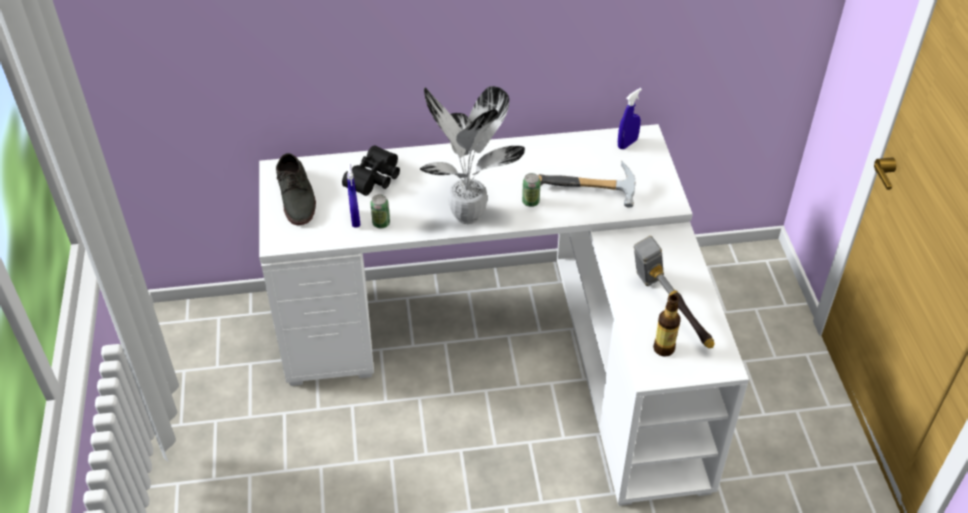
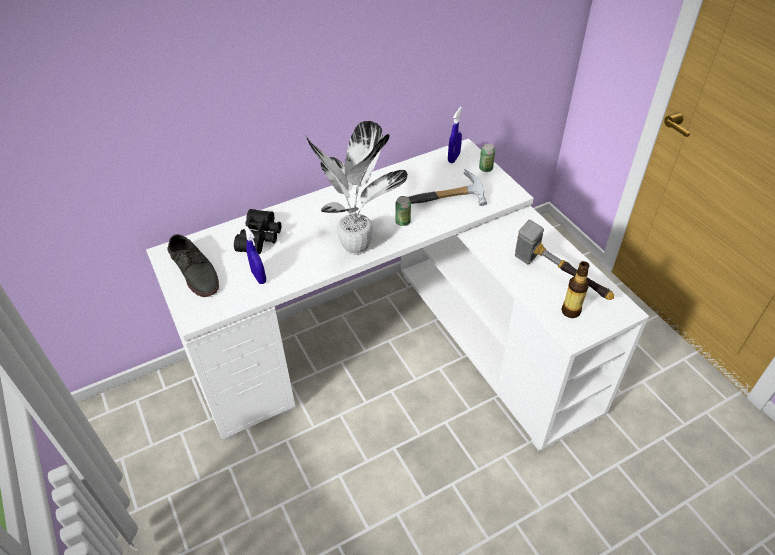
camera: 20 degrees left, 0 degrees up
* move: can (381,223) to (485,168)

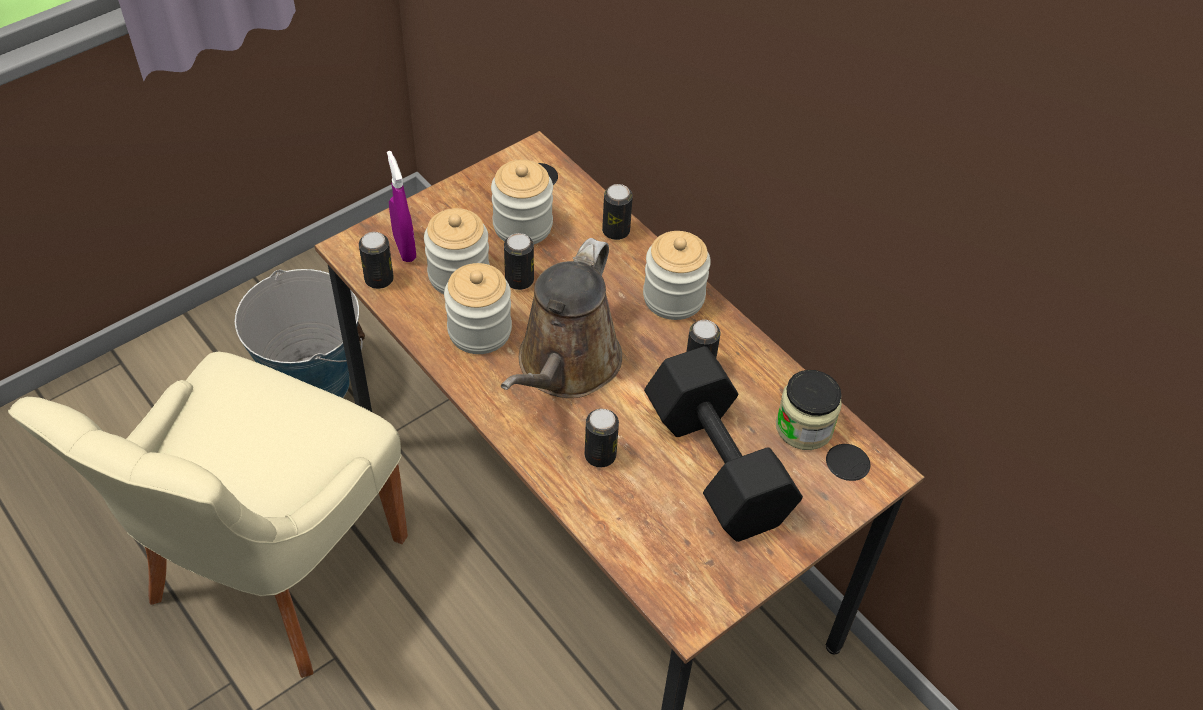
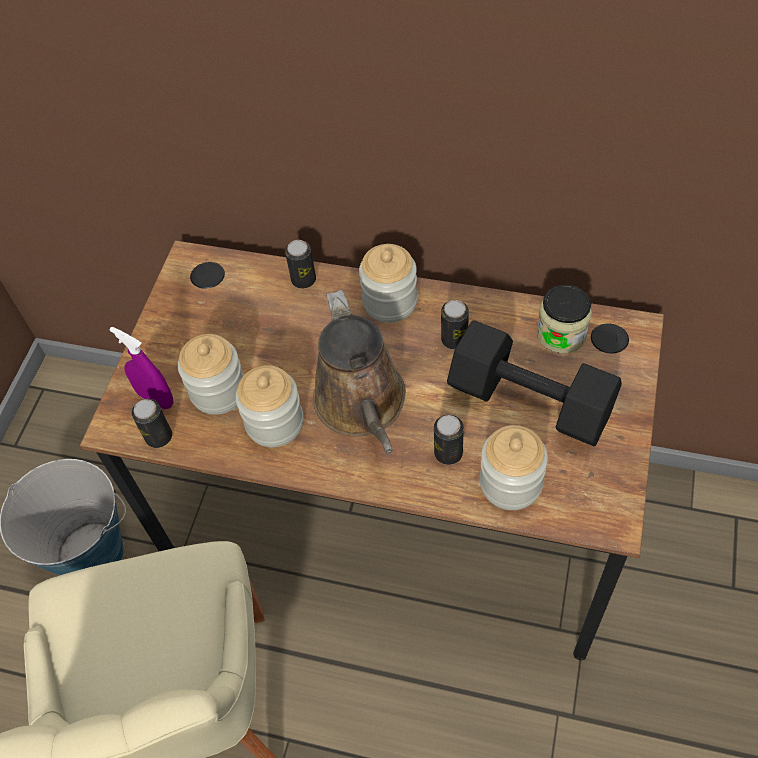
camera: 30 degrees left, 5 degrees up
* move: jar (522,225) to (510,483)
* delete: can (519,280)

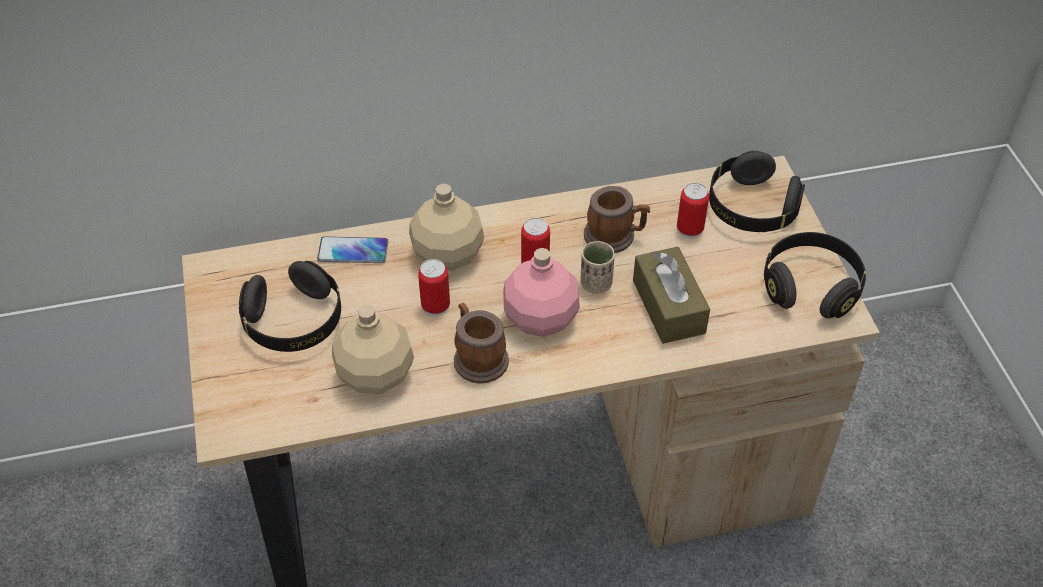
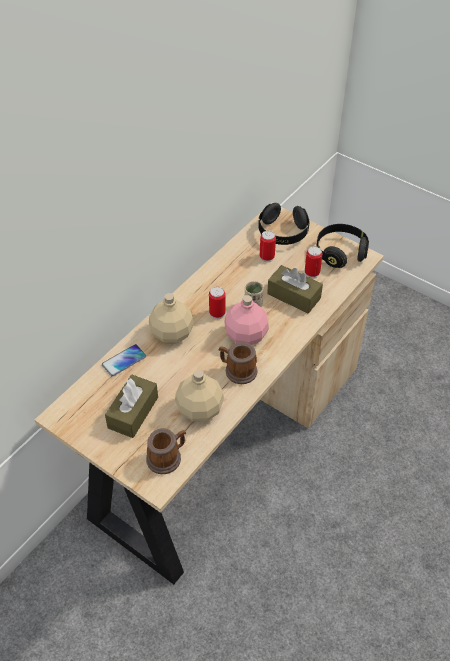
camera: 40 degrees left, 0 degrees up
* replace: black headphones (294,322) to brown tissue box (133,412)
* move: can (435,305) to (312,273)
* move: mug (615,236) to (167,457)

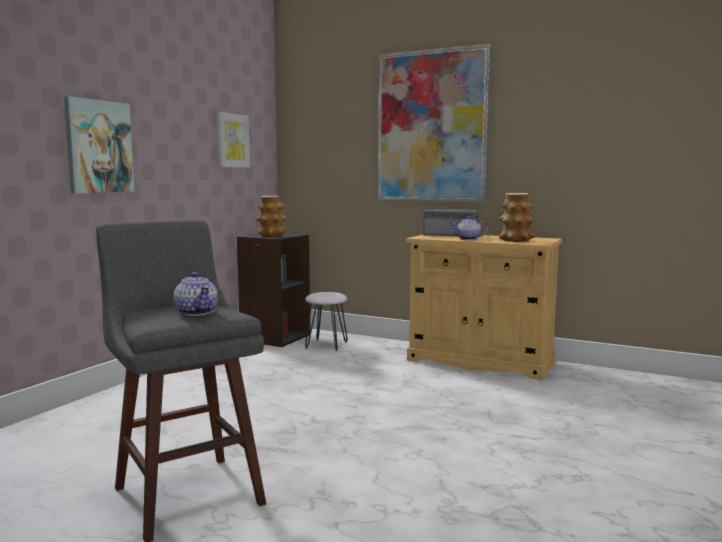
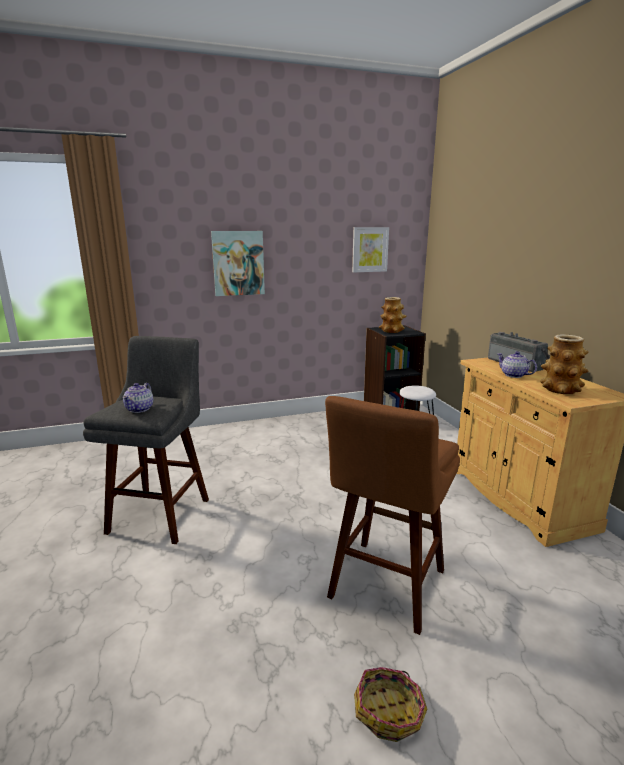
camera: 45 degrees right, 10 degrees up
* delete: picture (431,126)
* insert: brown stool (385,587)
* insert: basket (389,712)

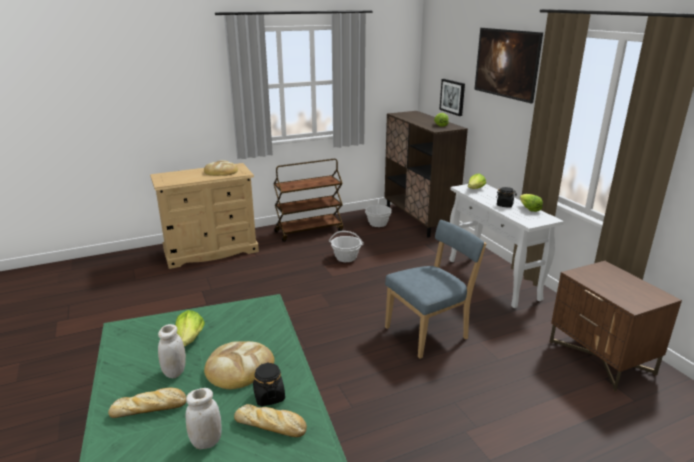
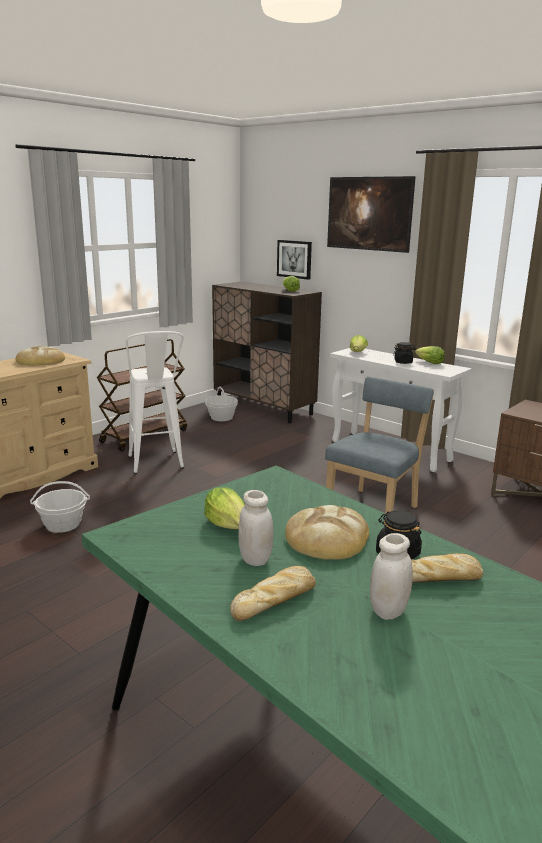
camera: 25 degrees left, 5 degrees down
* move: basket (346,257) to (63,524)
* insert: white stool (157,466)

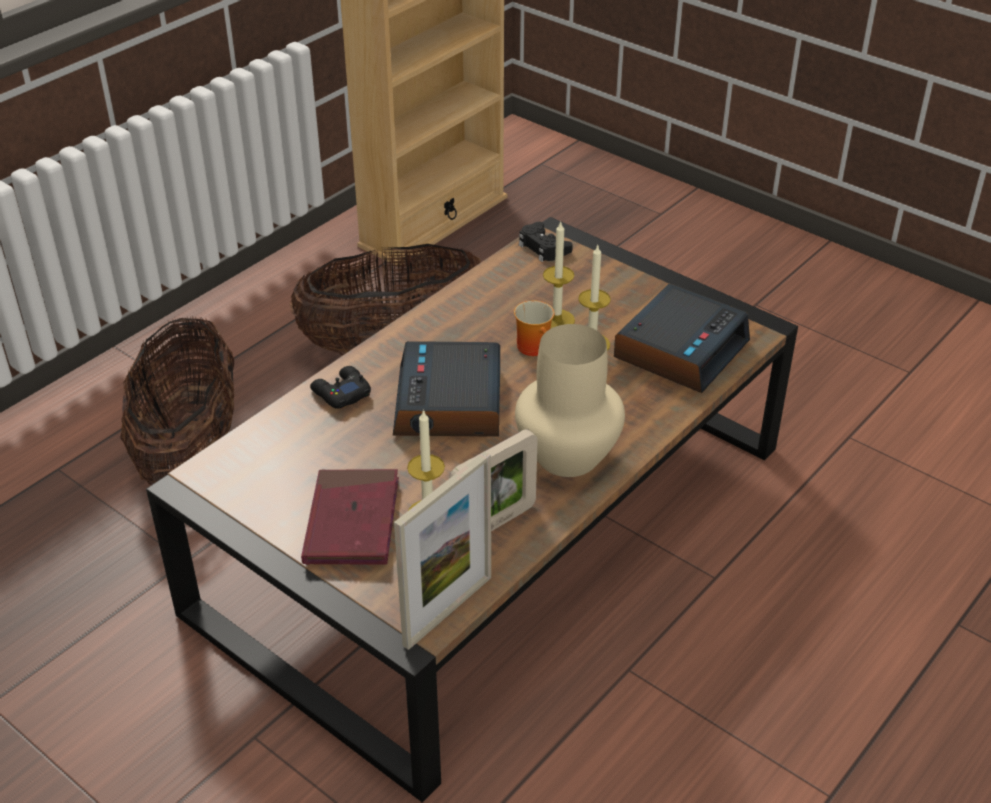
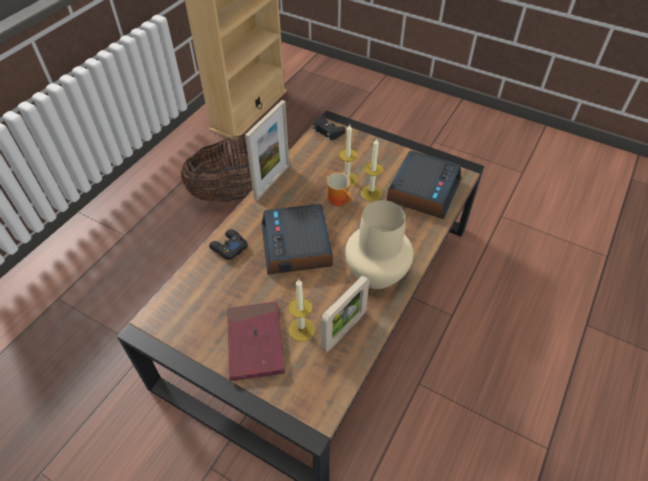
camera: 10 degrees left, 10 degrees up
* delete: basket (190,450)
* move: picture frame (448,611) to (272,182)

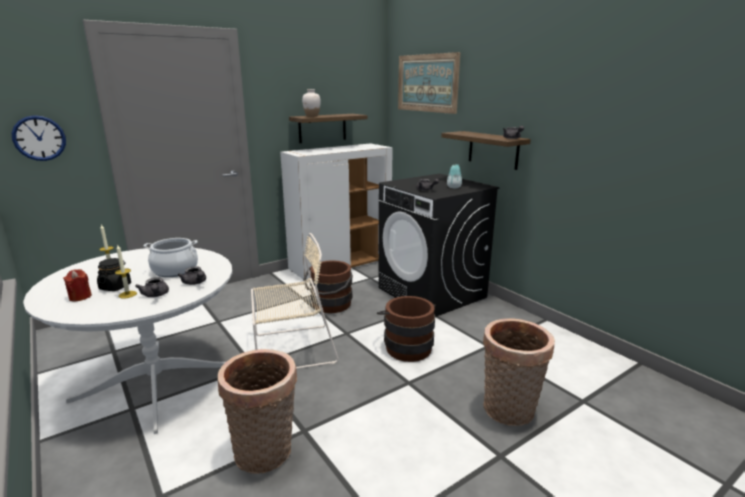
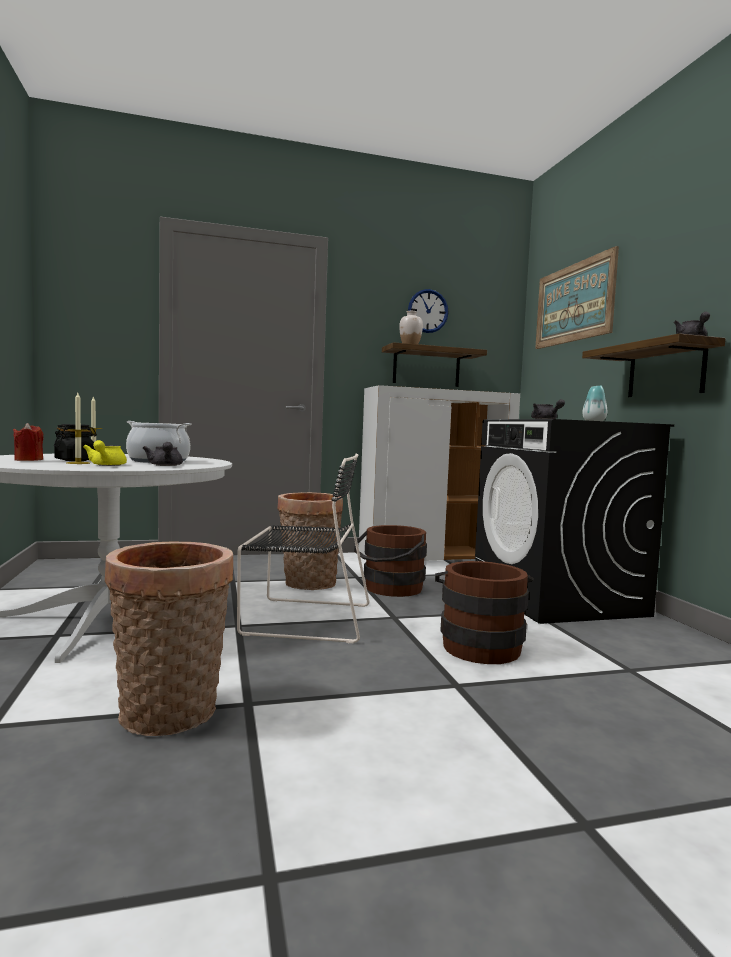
camera: 20 degrees right, 15 degrees down
* move: wall clock (39,138) to (428,311)
* recolor: grey teapot (155,295) to yellow teapot (106,465)
* recolor: beige chair (291,349) to black chair (303,619)
* move: basket (509,412) to (308,585)

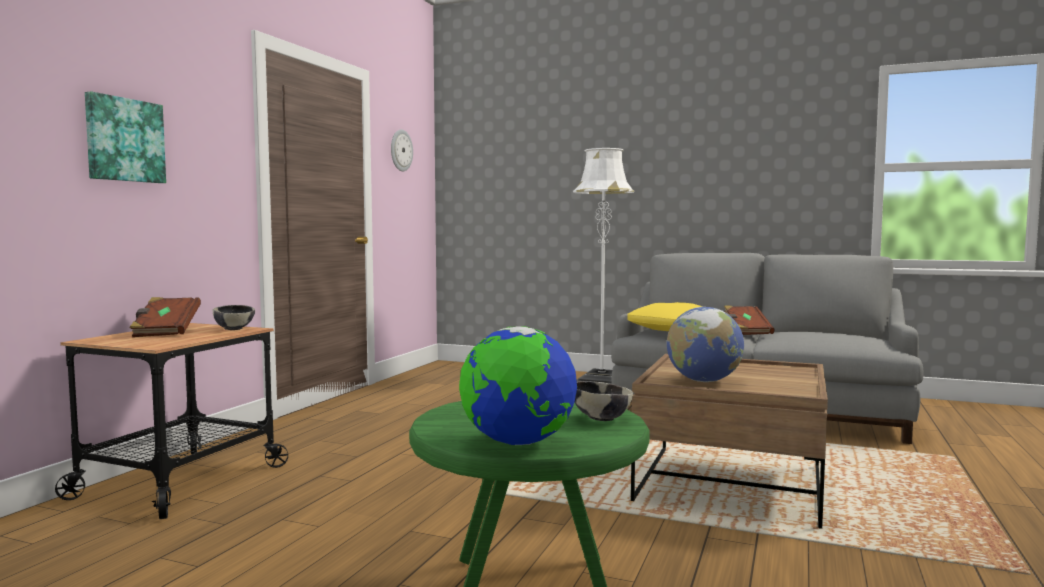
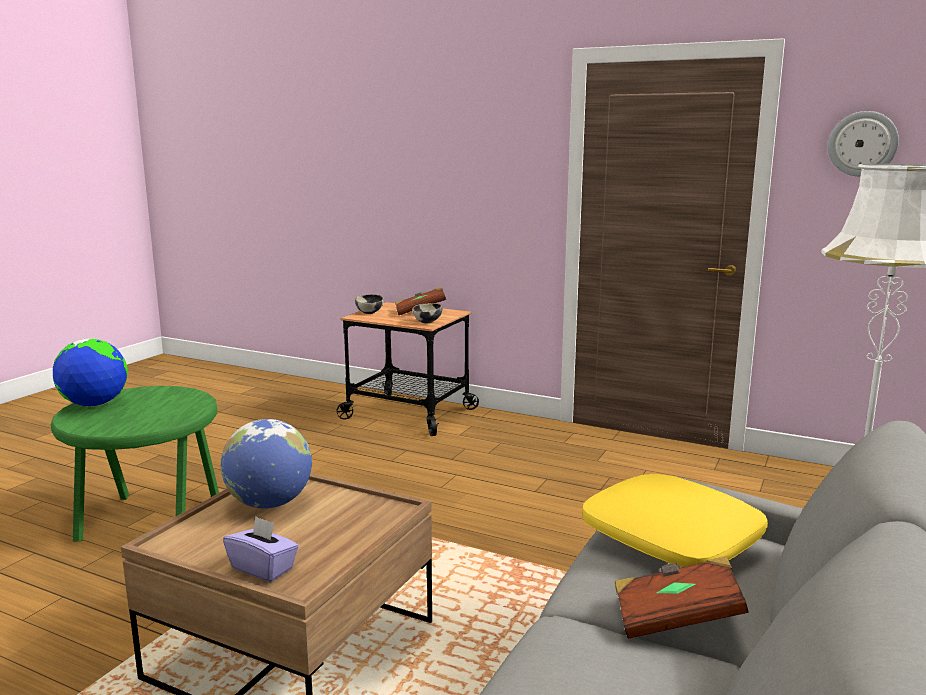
camera: 95 degrees right, 10 degrees up
* delete: picture (124,140)
* move: bowl (601,418) to (369,313)
* insert: purple tissue box (263,568)

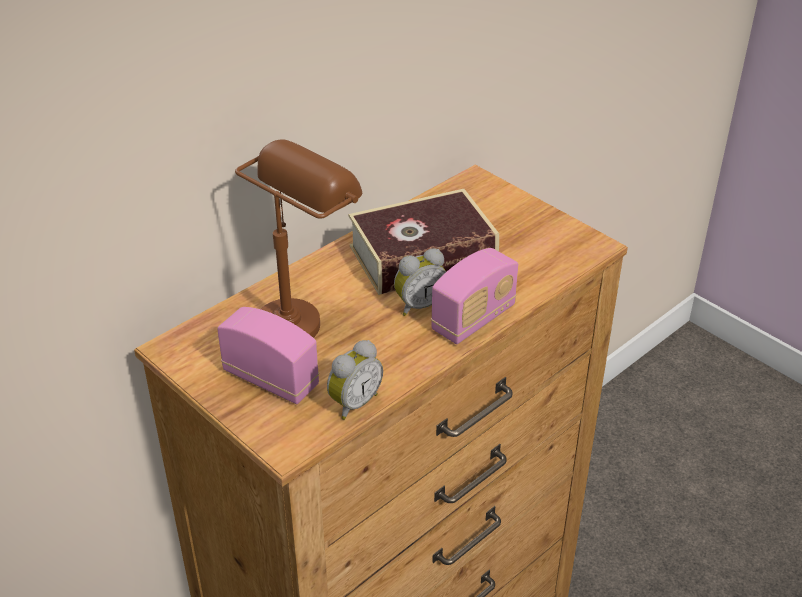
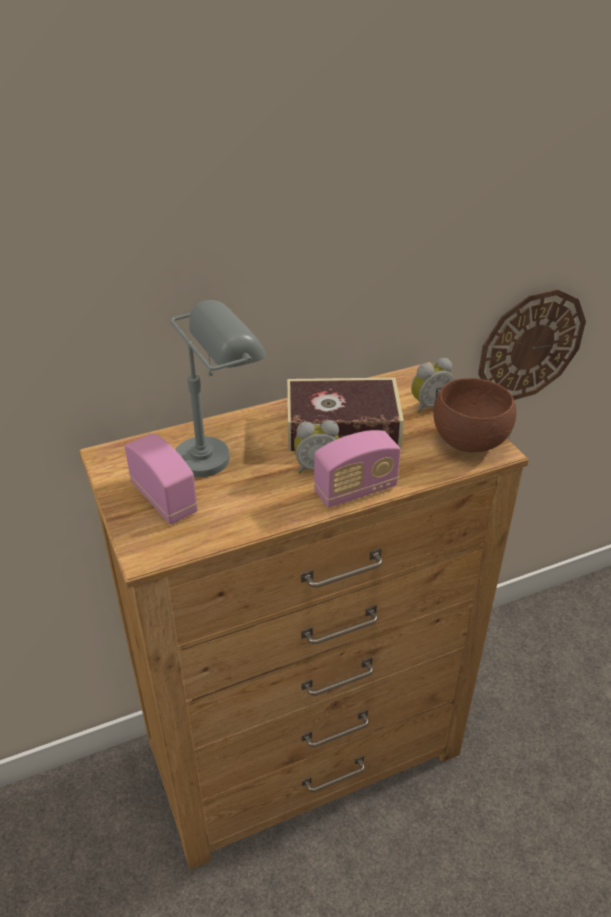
camera: 20 degrees right, 0 degrees up
* recolor: brown table lamp (302,313) to grey table lamp (219,452)
* move: alarm clock (353,403) to (428,405)
* insert: brown bowl (470,442)
* insert: wall clock (530,345)

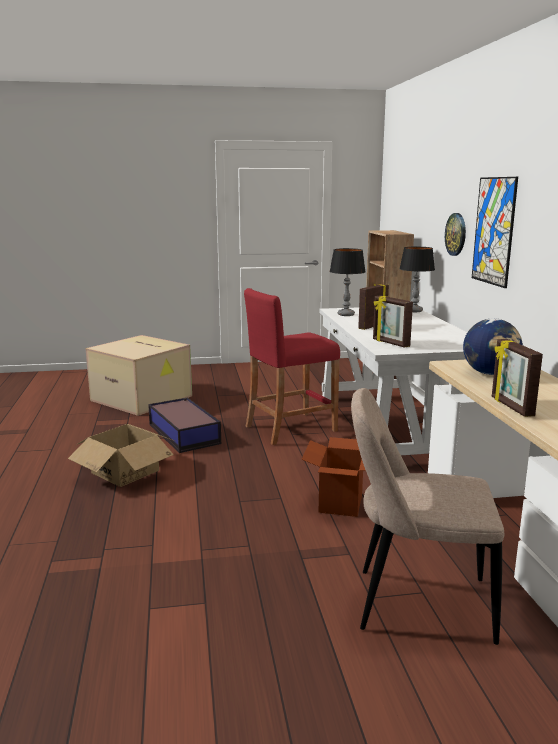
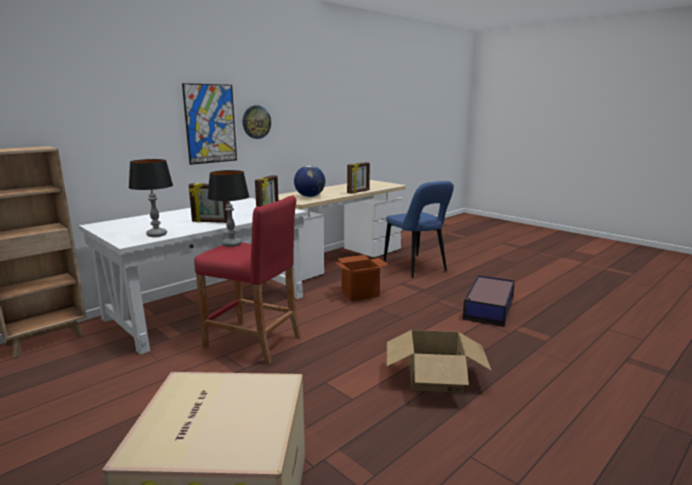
camera: 125 degrees left, 0 degrees up
* move: storage box (184,433) to (488,308)
* recolor: beige chair (416,604) to blue chair (416,267)
* move: table lamp (414,311) to (232,244)
* move: wall clock (456,234) to (256,122)

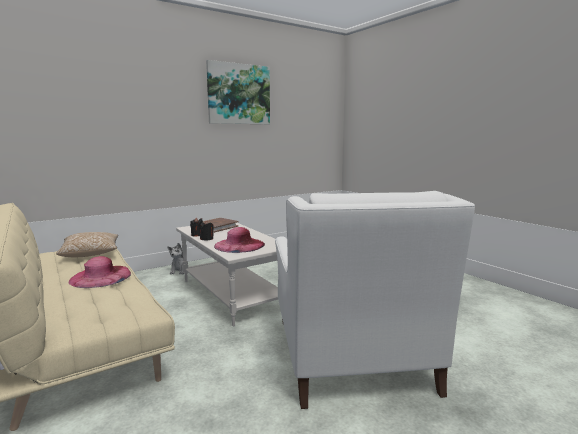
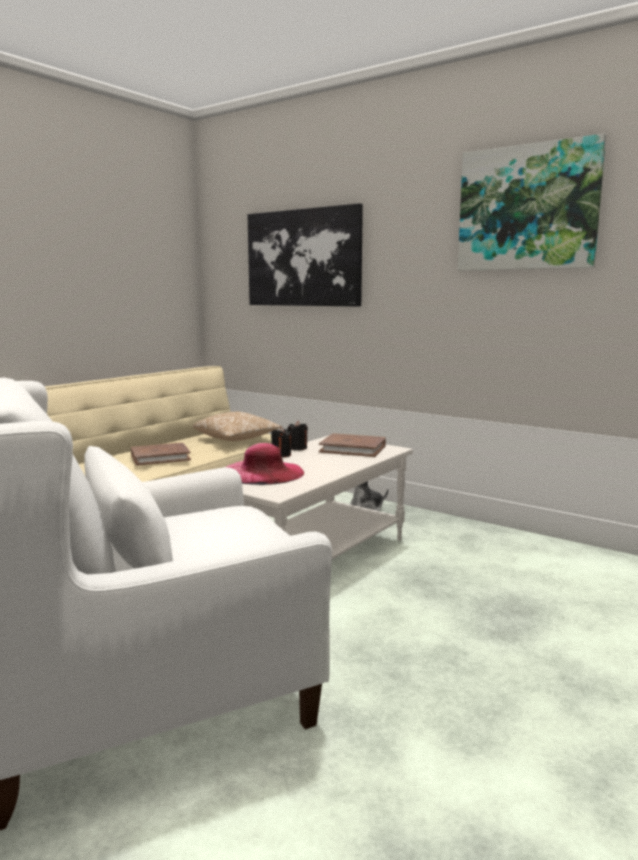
camera: 70 degrees right, 0 degrees up
* replace: pink hat (100,276) to brown book (160,457)
* insert: picture (303,258)

